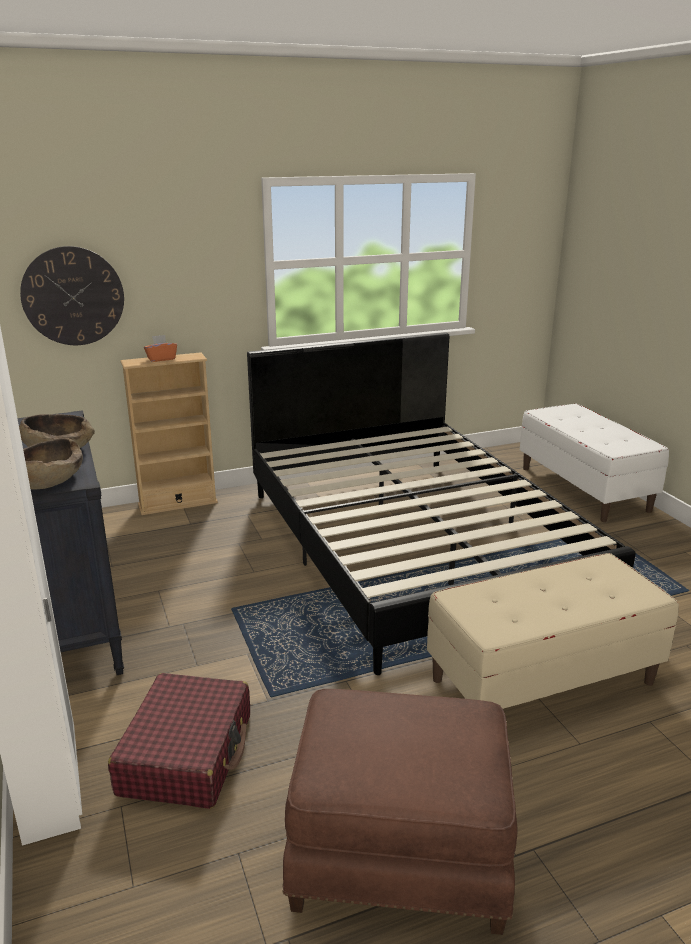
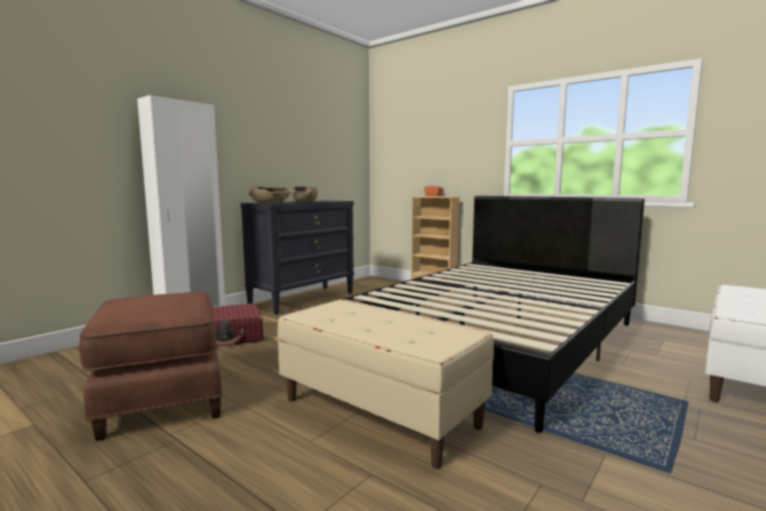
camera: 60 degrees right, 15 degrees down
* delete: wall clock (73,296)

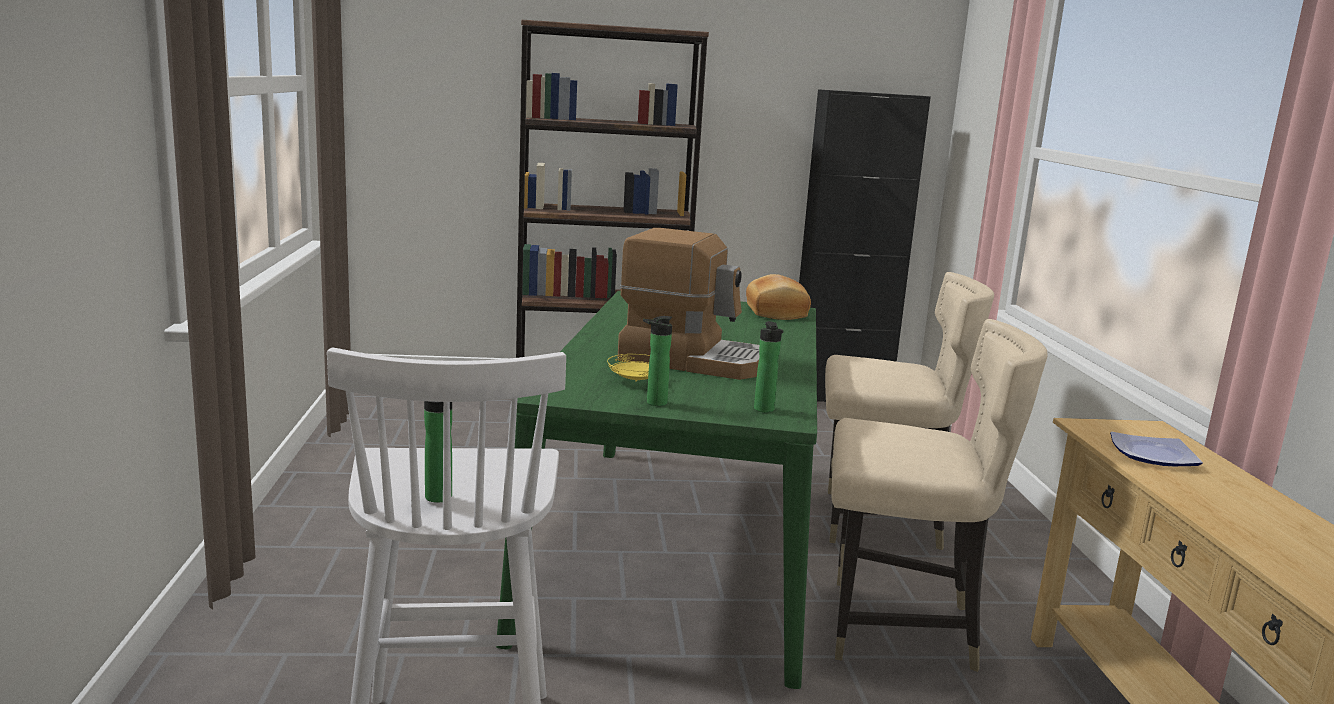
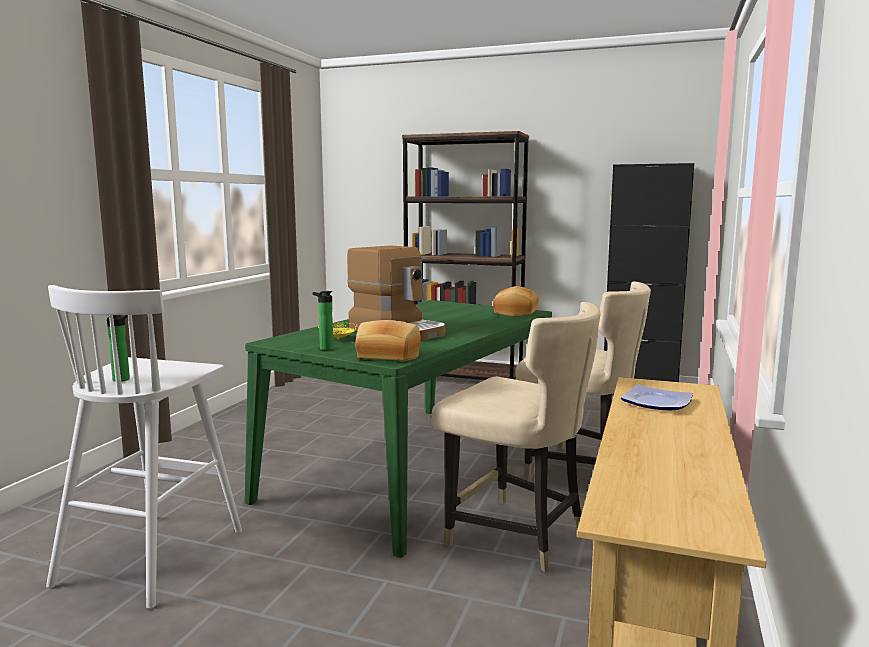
camera: 25 degrees right, 5 degrees down
* replace: bottle (765,410) to bread (388,356)

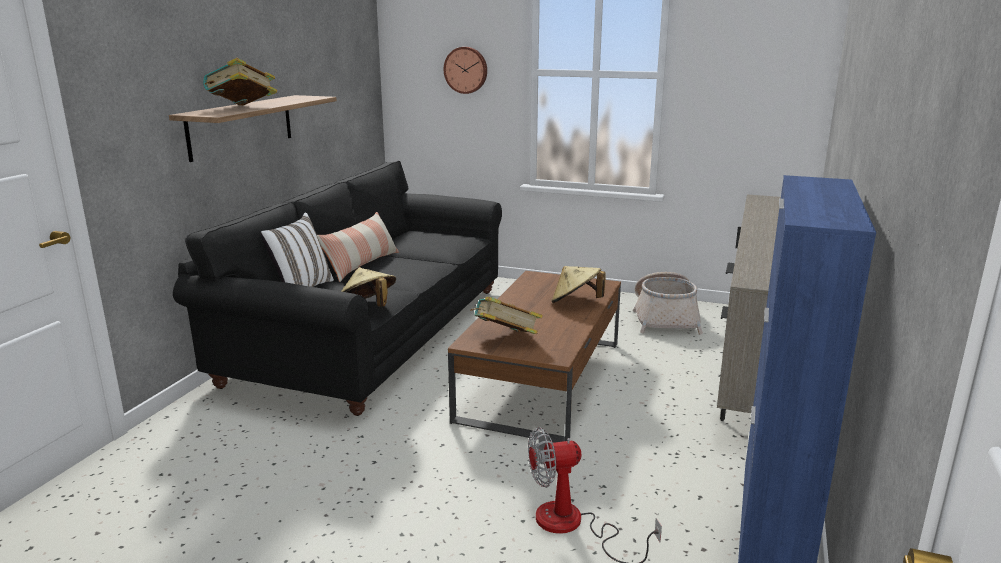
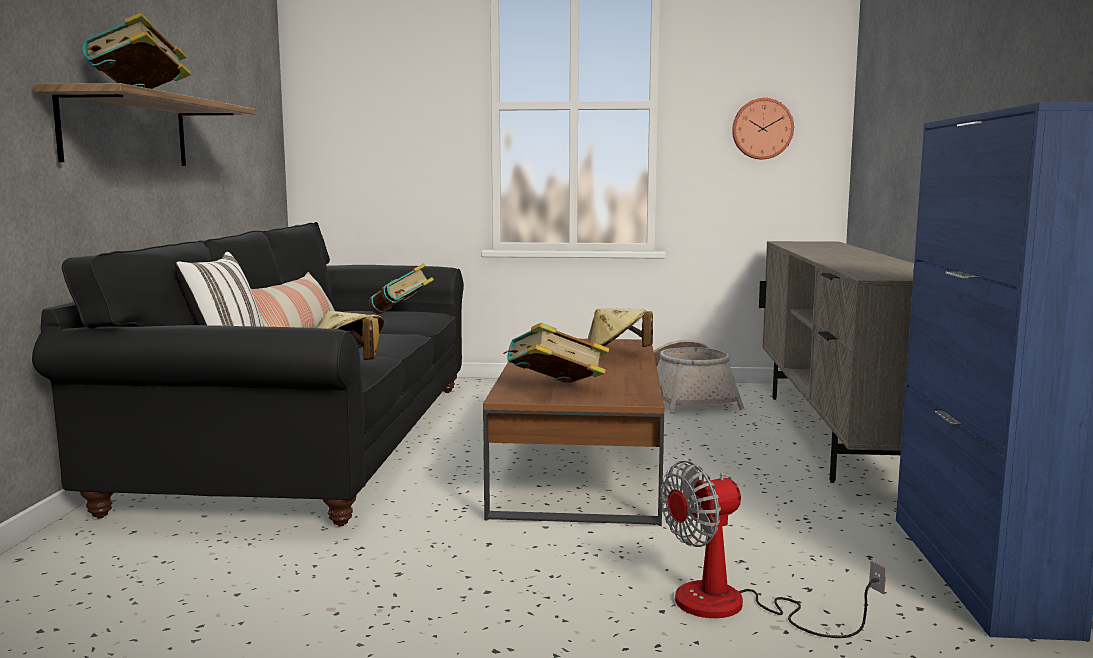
camera: 15 degrees left, 10 degrees down
* move: wall clock (466,70) to (762,129)
* insert: book (401,315)

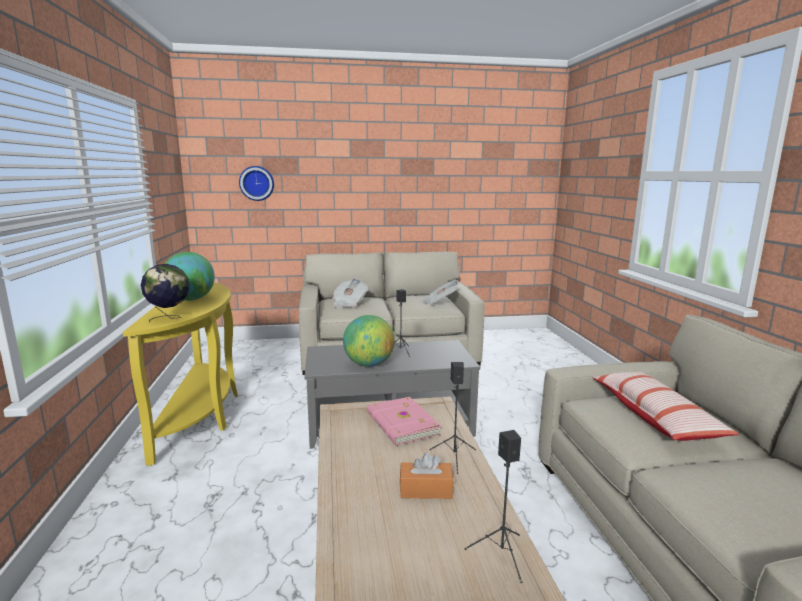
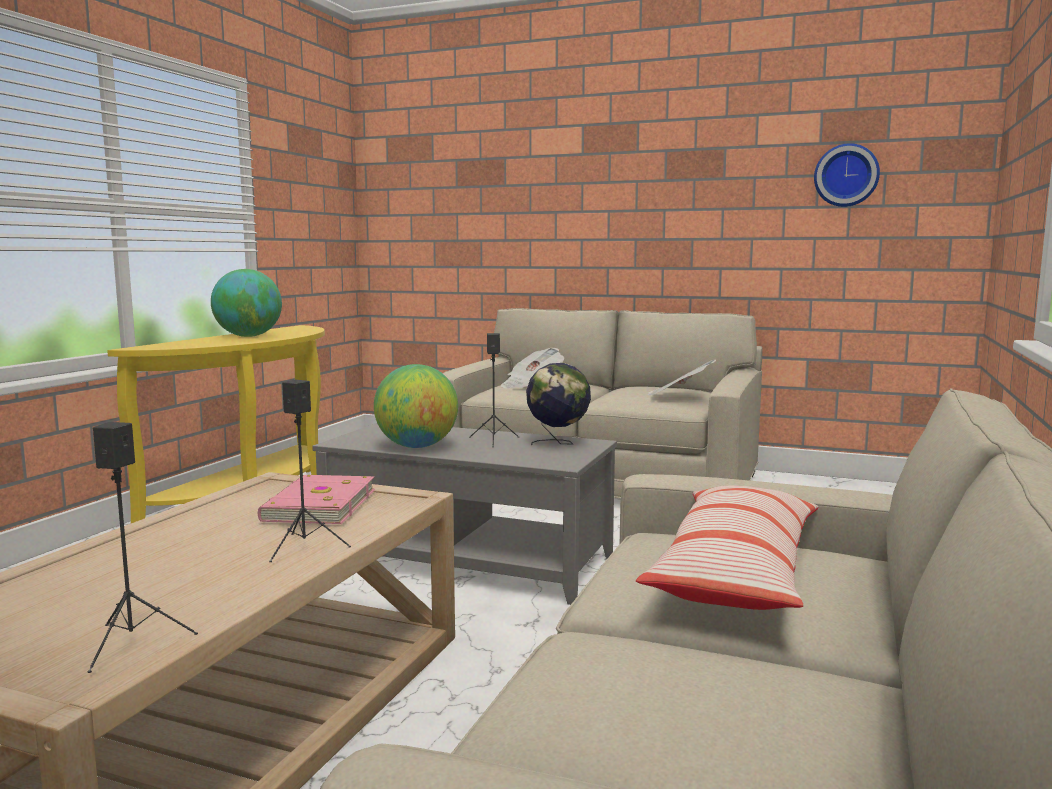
camera: 30 degrees right, 5 degrees down
* move: globe (169,318) to (558,444)
* move: wall clock (257,183) to (846,175)
* delete: orange tissue box (425,490)

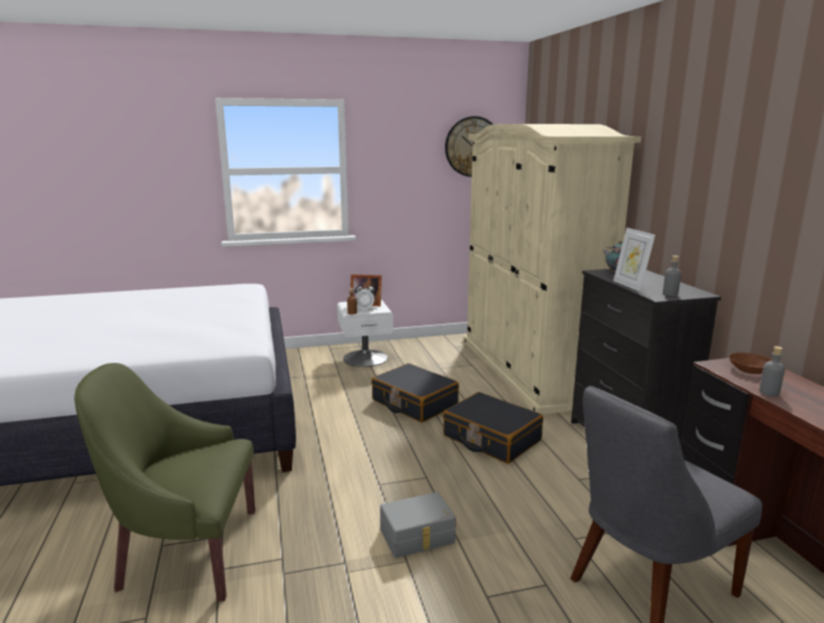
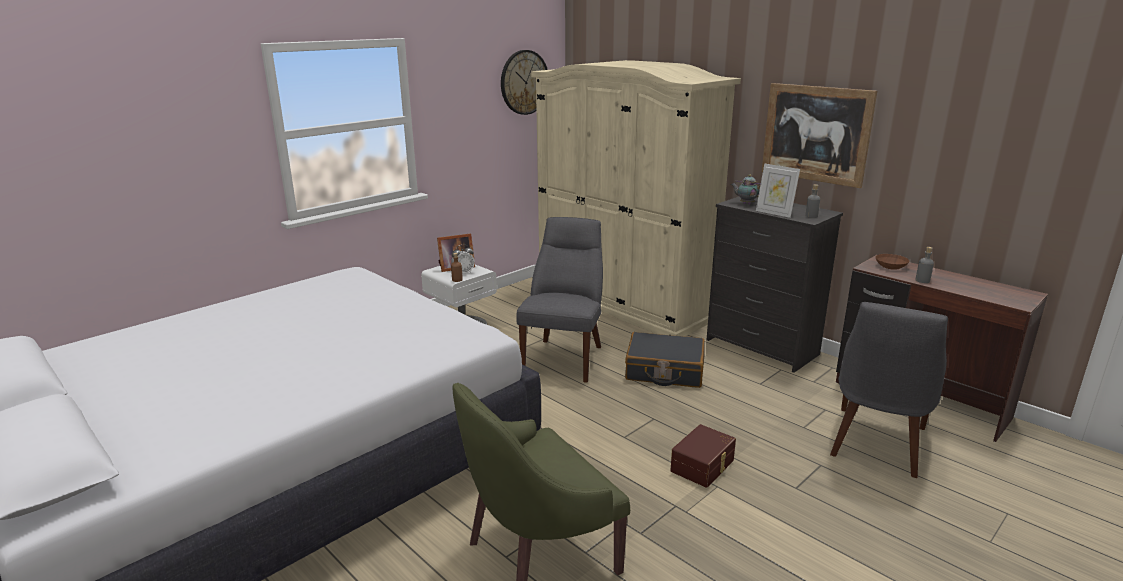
camera: 30 degrees left, 5 degrees up
* replace: black suitcase (414,403) to grey chair (565,358)
* recolor: grey storage box (418,537) to brown storage box (703,466)
* insert: picture (816,134)

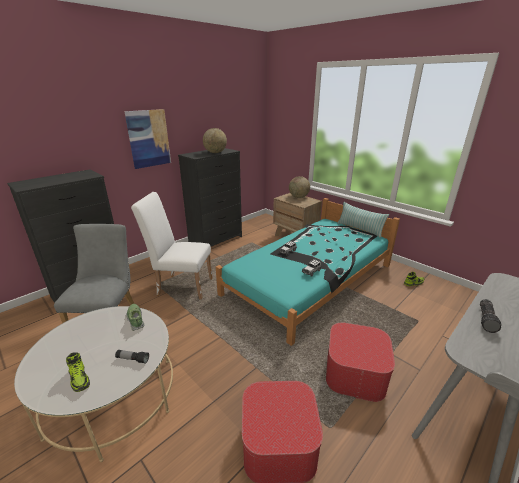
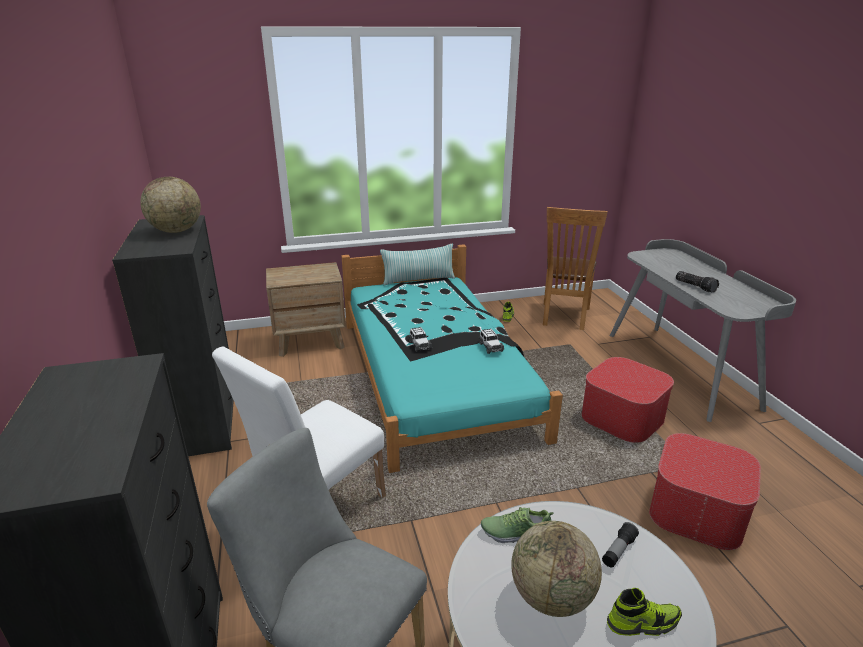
camera: 60 degrees left, 0 degrees up
* delete: picture (149,138)
* move: globe (298,197) to (551,596)
* insert: brown chair (564,317)

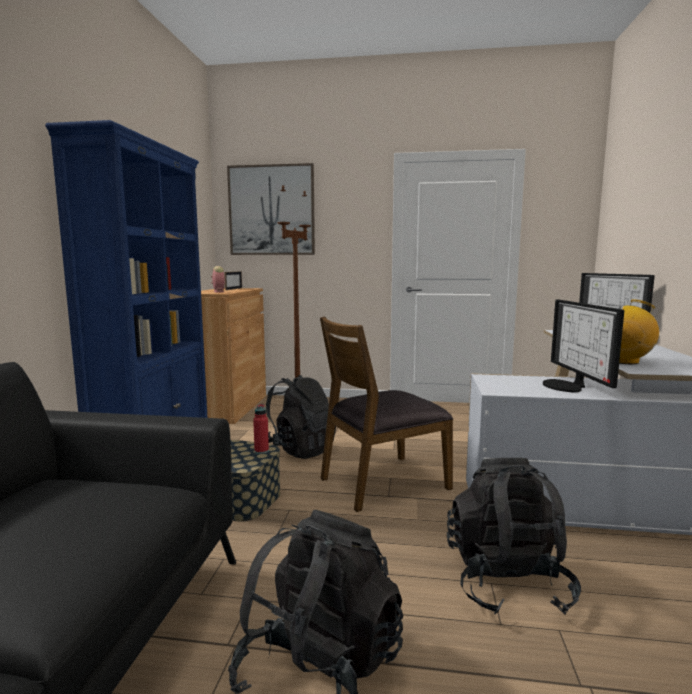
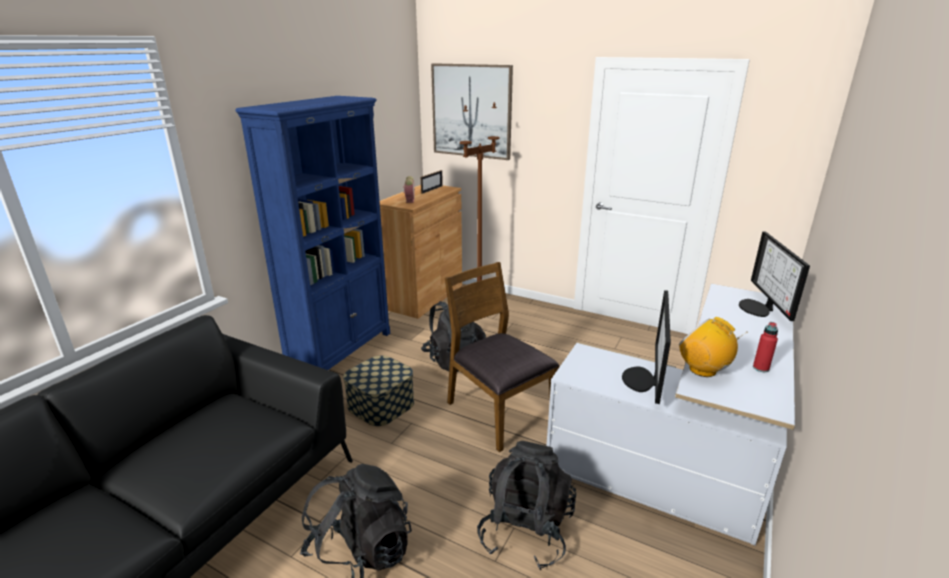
camera: 20 degrees right, 15 degrees up
* move: red bottle (261,451) to (760,368)
* rotate: brown chair (382,482) = (498,411) 60 degrees clockwise

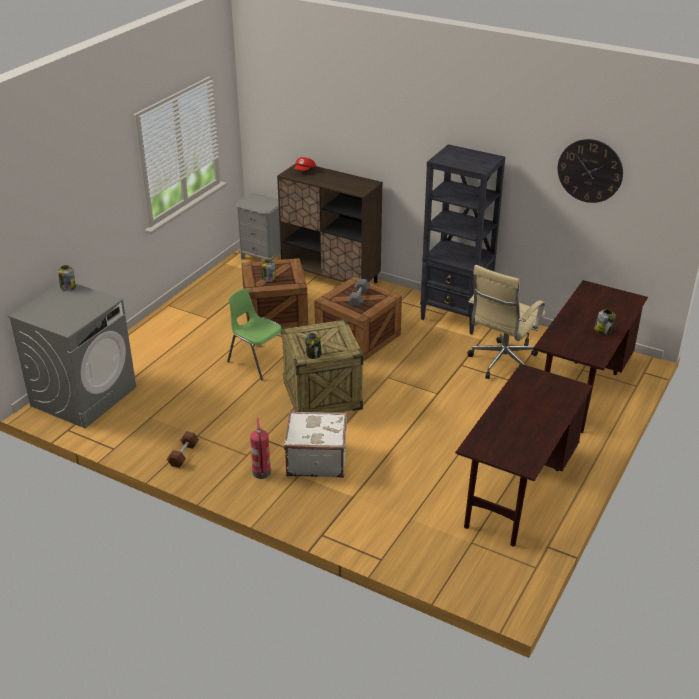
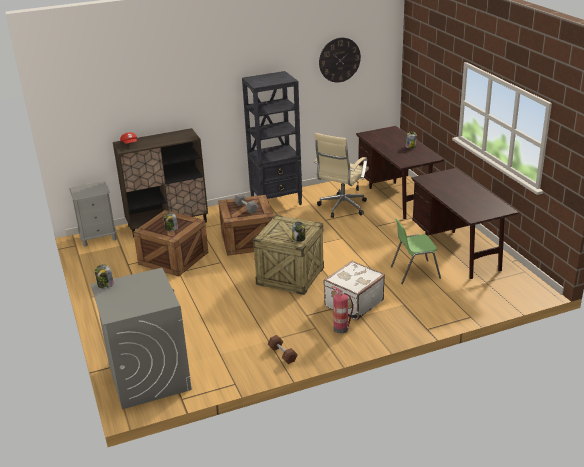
camera: 50 degrees left, 5 degrees down
* move: green chair (257,361) to (414,272)
* rotate: beige office chair (501,363) = (341,208) 45 degrees clockwise

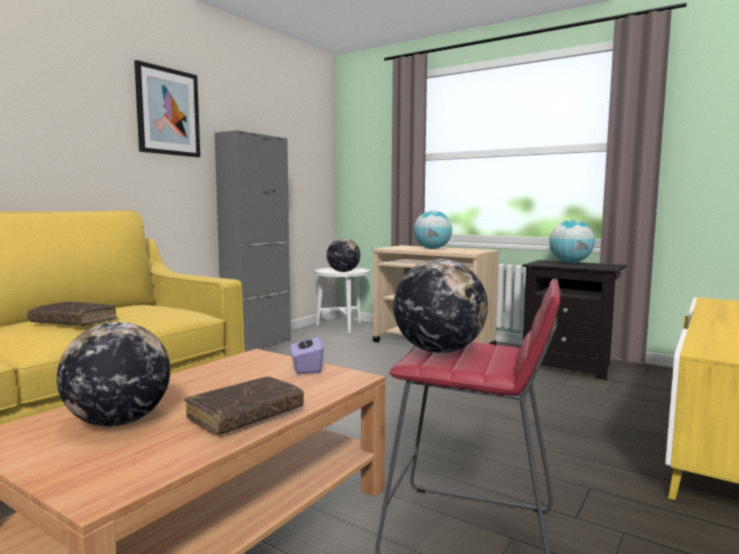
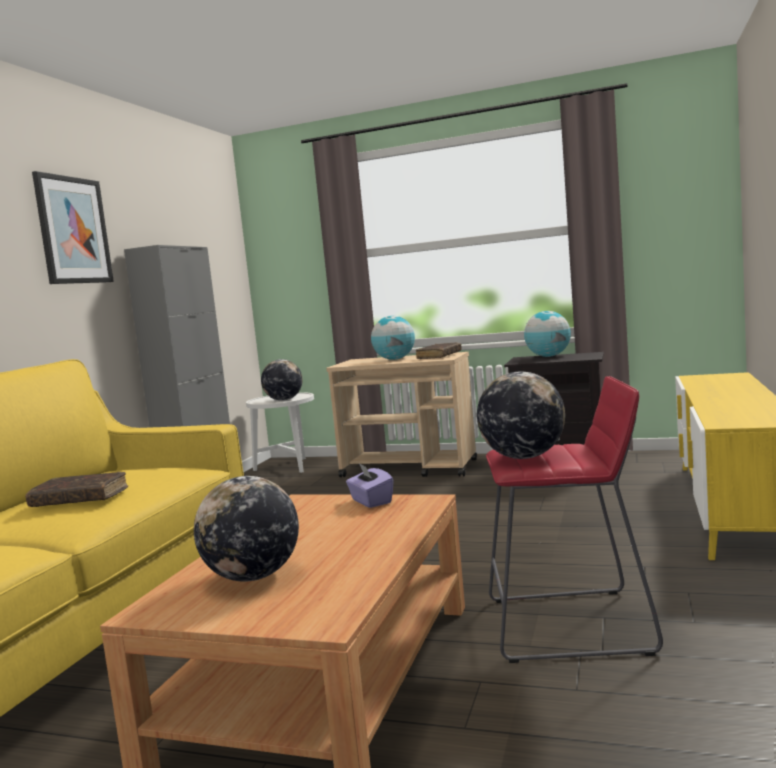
camera: 15 degrees left, 0 degrees up
* move: brown book (246,415) to (439,356)

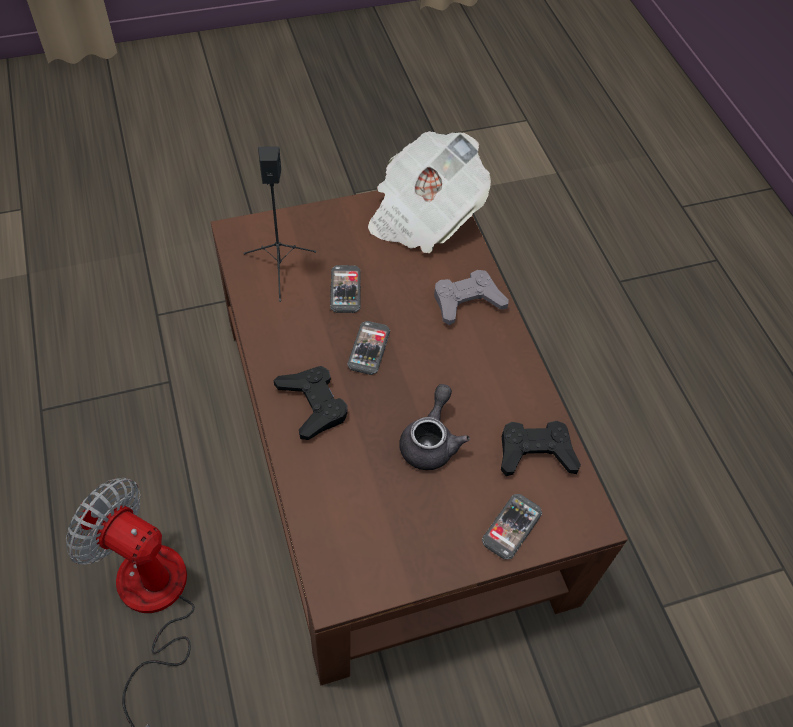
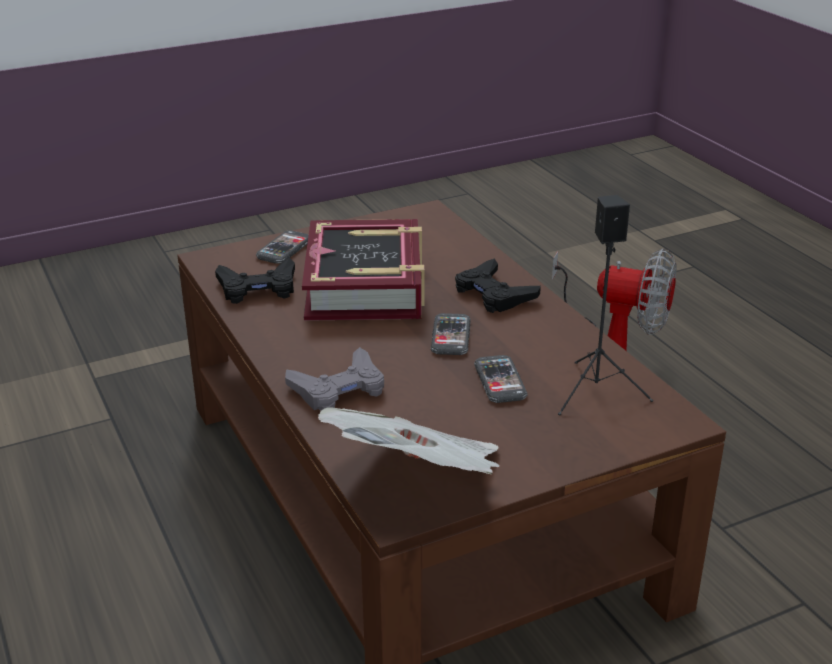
camera: 175 degrees right, 25 degrees down
* replace: grey teapot (430,441) to book (366,284)

